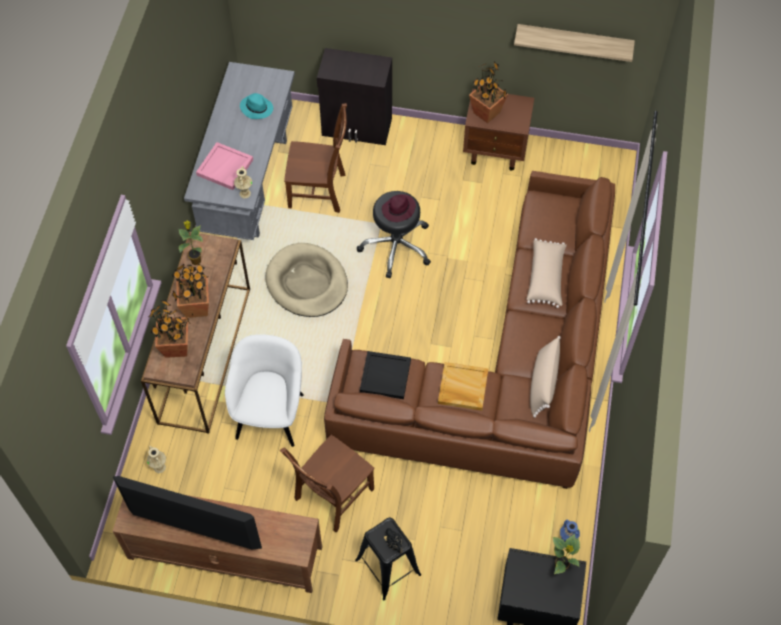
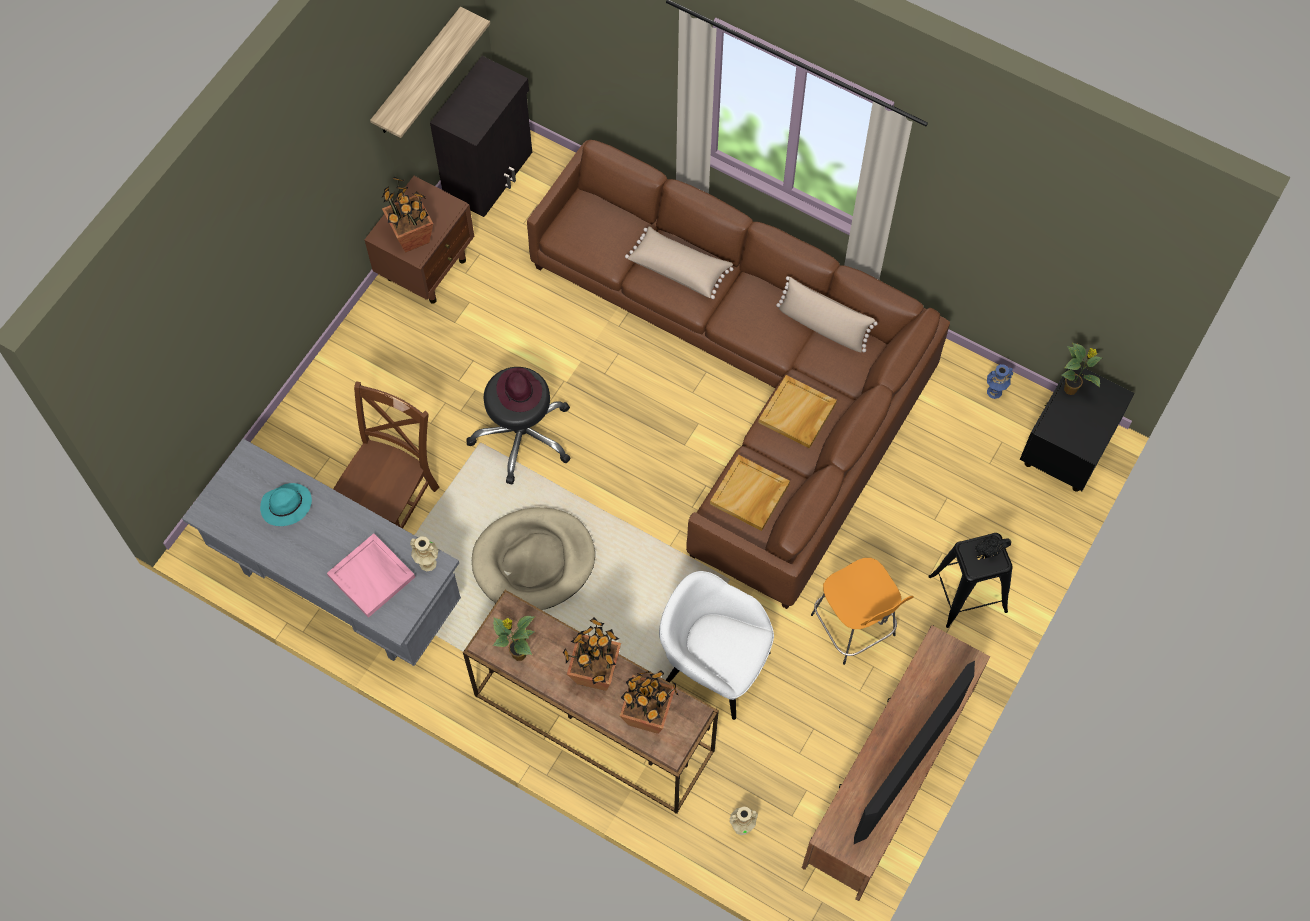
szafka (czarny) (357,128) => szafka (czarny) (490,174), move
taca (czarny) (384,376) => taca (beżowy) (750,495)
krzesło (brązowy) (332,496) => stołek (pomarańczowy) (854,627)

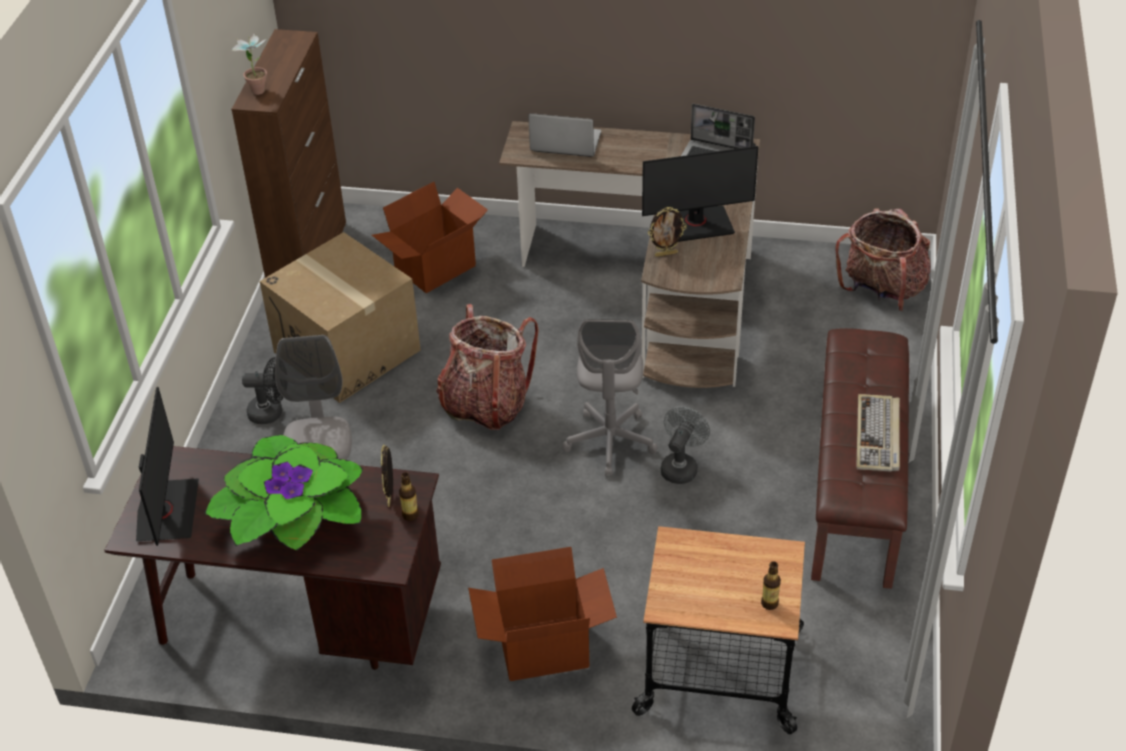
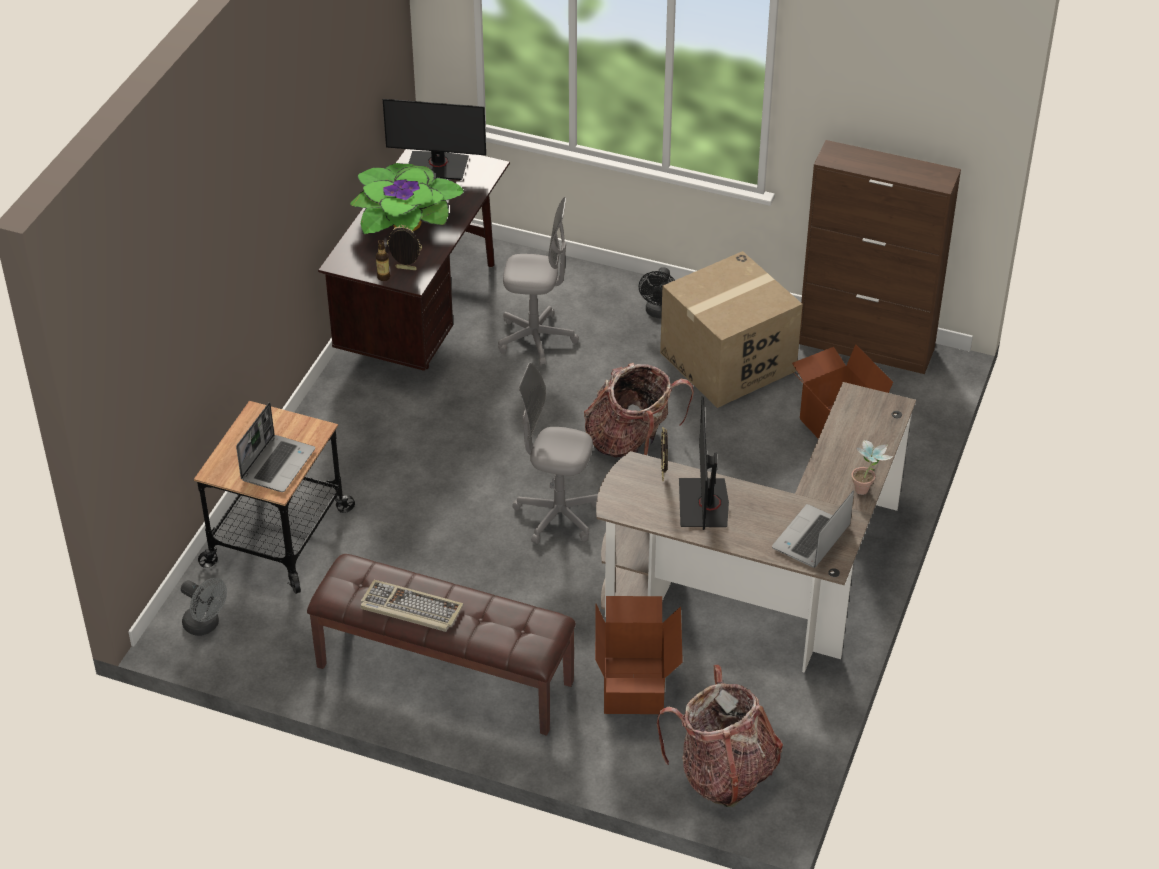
roślina doniczkowa (257,88) => roślina doniczkowa (866,490), move
laptop (564,143) => laptop (278,464), move
wentylator (szary) (681,466) => wentylator (szary) (206,625), move
karton (543,646) => karton (635,686), move
butelka (769,603) => nothing

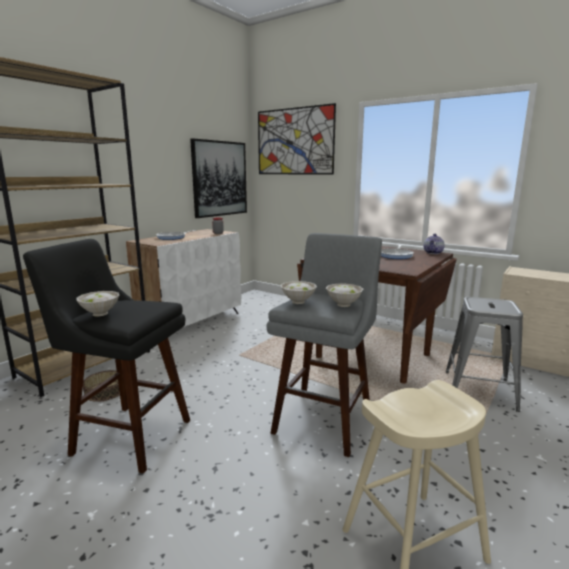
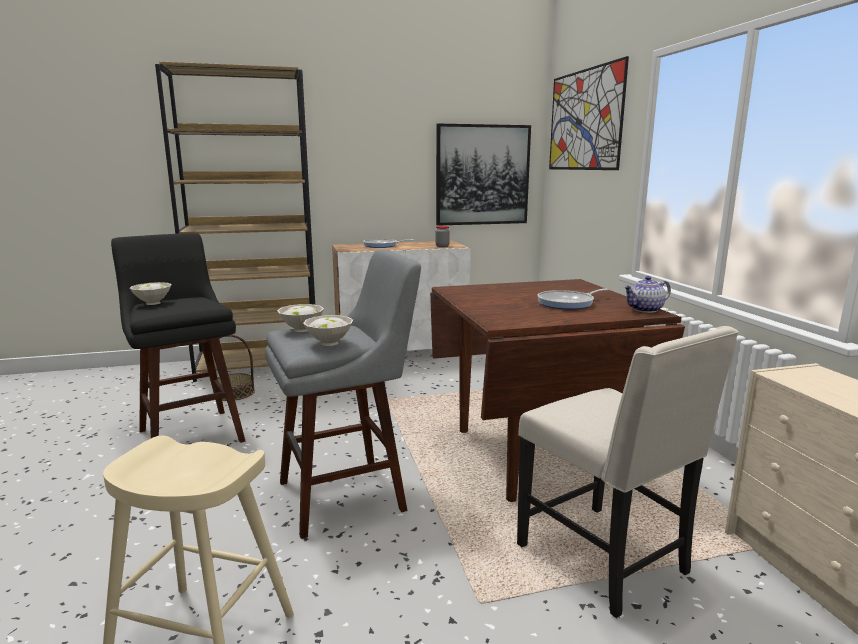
stołek (szary) (479,390) => krzesło (beżowy) (605,560)

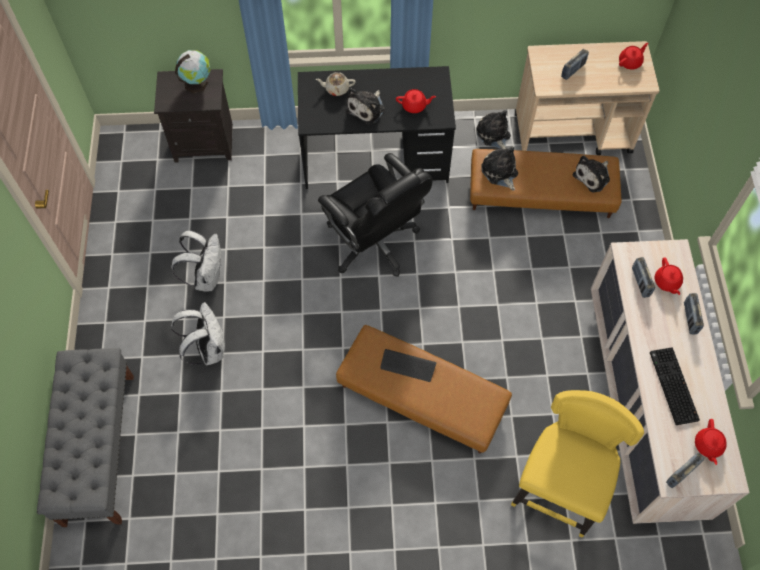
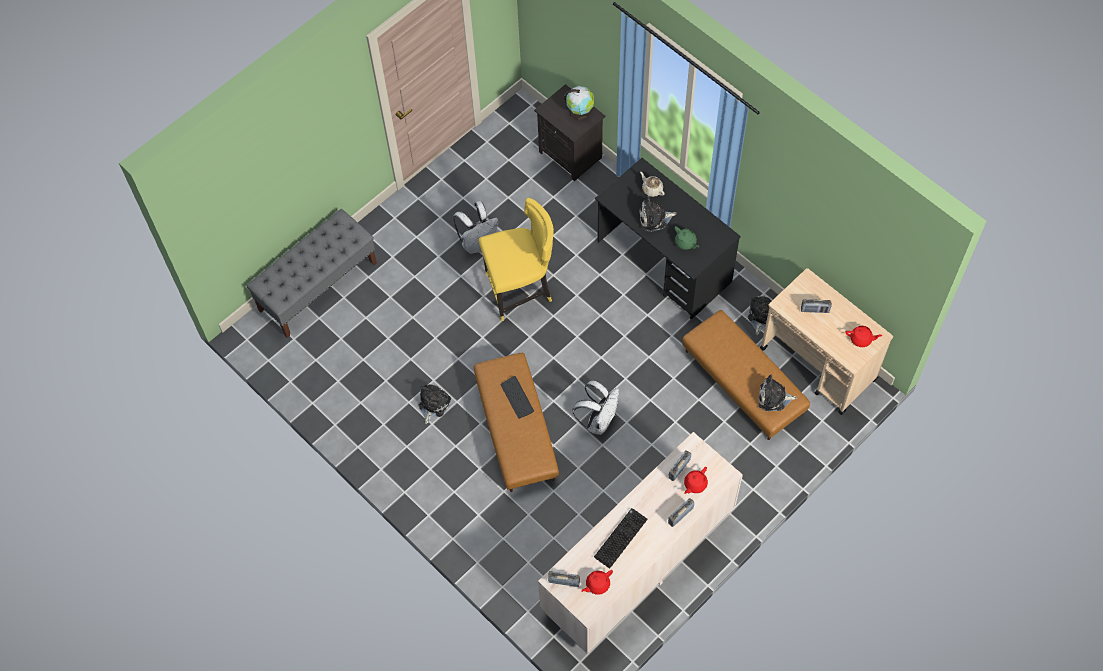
imbryk (czerwony) (414,106) => imbryk (zielony) (685,242)
pluszak (500,172) => pluszak (433,404), move
krzesło biurowe (czarny) (374,242) => nothing
plecak (biały) (208,349) => plecak (biały) (598,420), move
krzesło (żółty) (559,487) => krzesło (żółty) (520,290), move

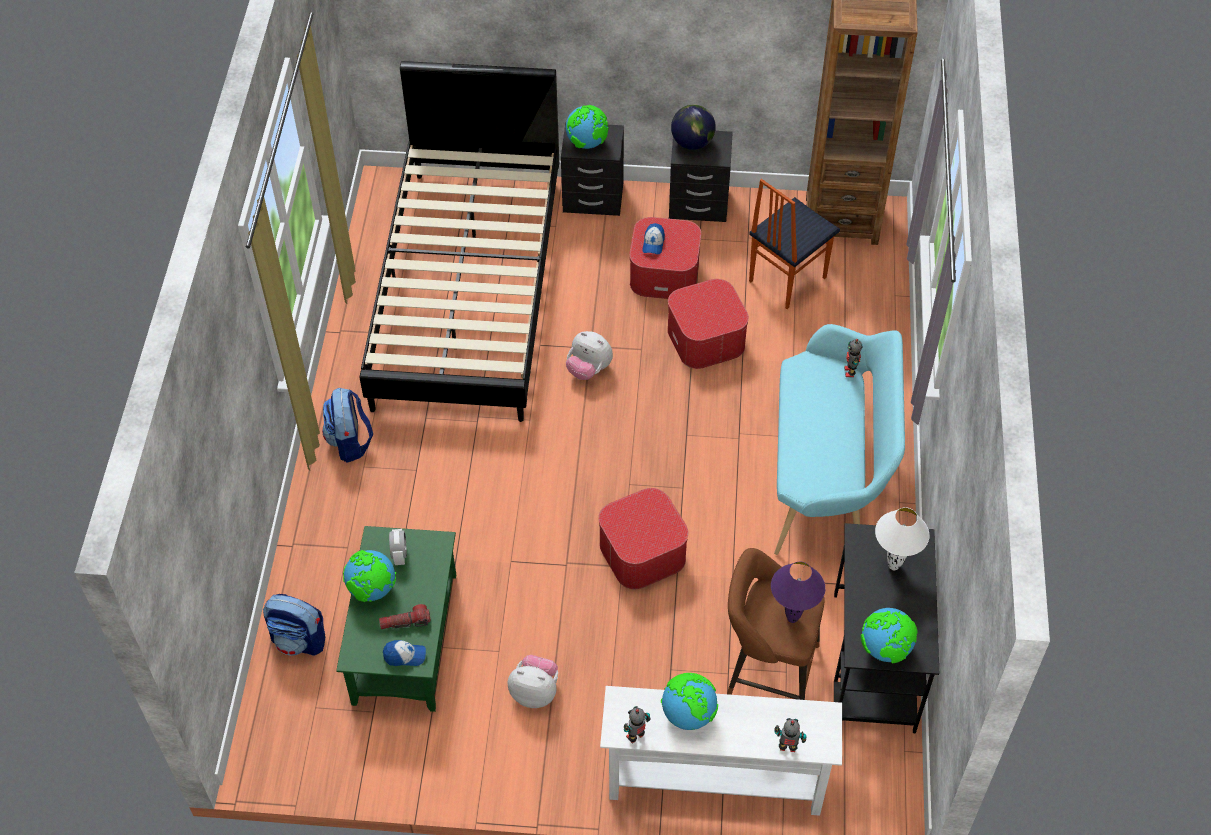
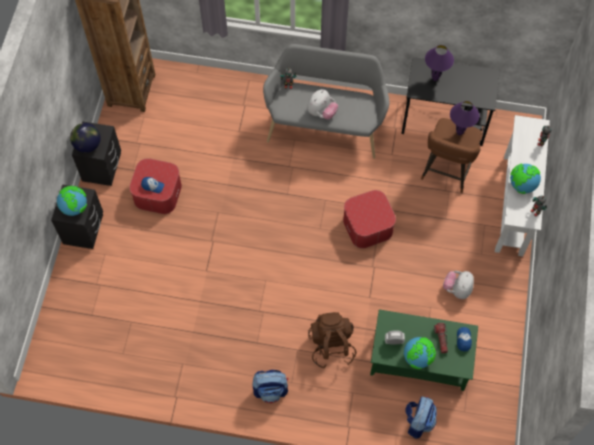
łóżko (czarny) (468,290) => nothing
krzesło (786,279) => nothing
pufa (706,338) => nothing
ławka (turkusowy) (827,478) => ławka (szary) (325,126)
pluszak (589,369) => pluszak (321,112), move
lampa stołowa (biały) (893,565) => lampa stołowa (fioletowy) (434,78)
globus (886,649) => nothing
nothing => plecak (brązowy) (331,345)

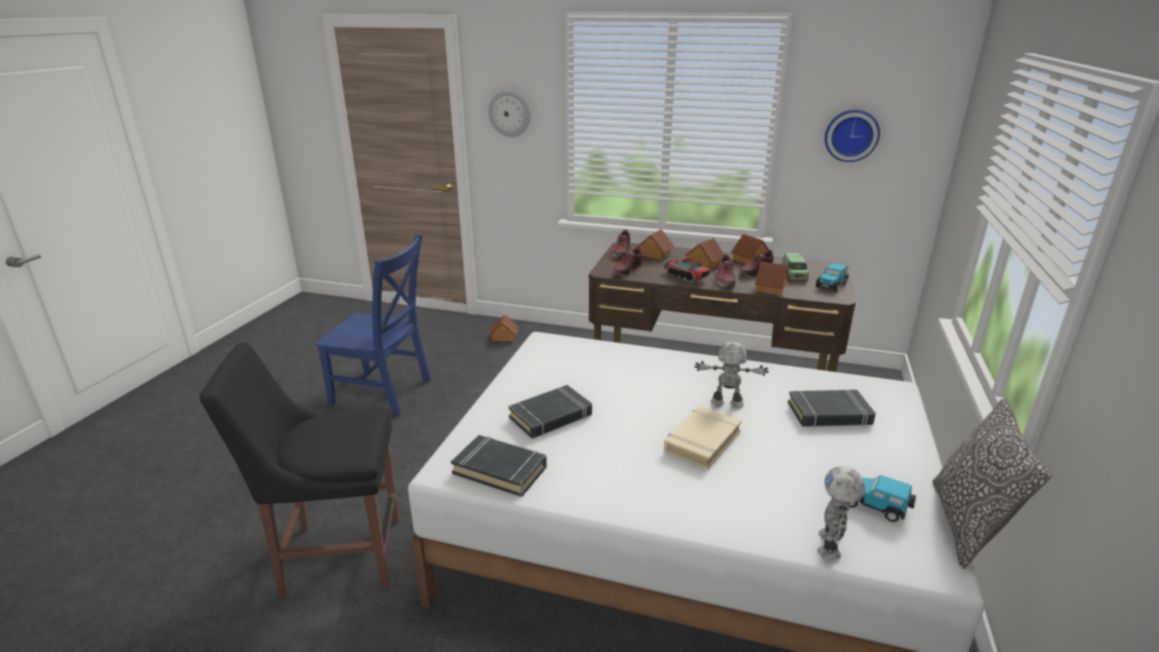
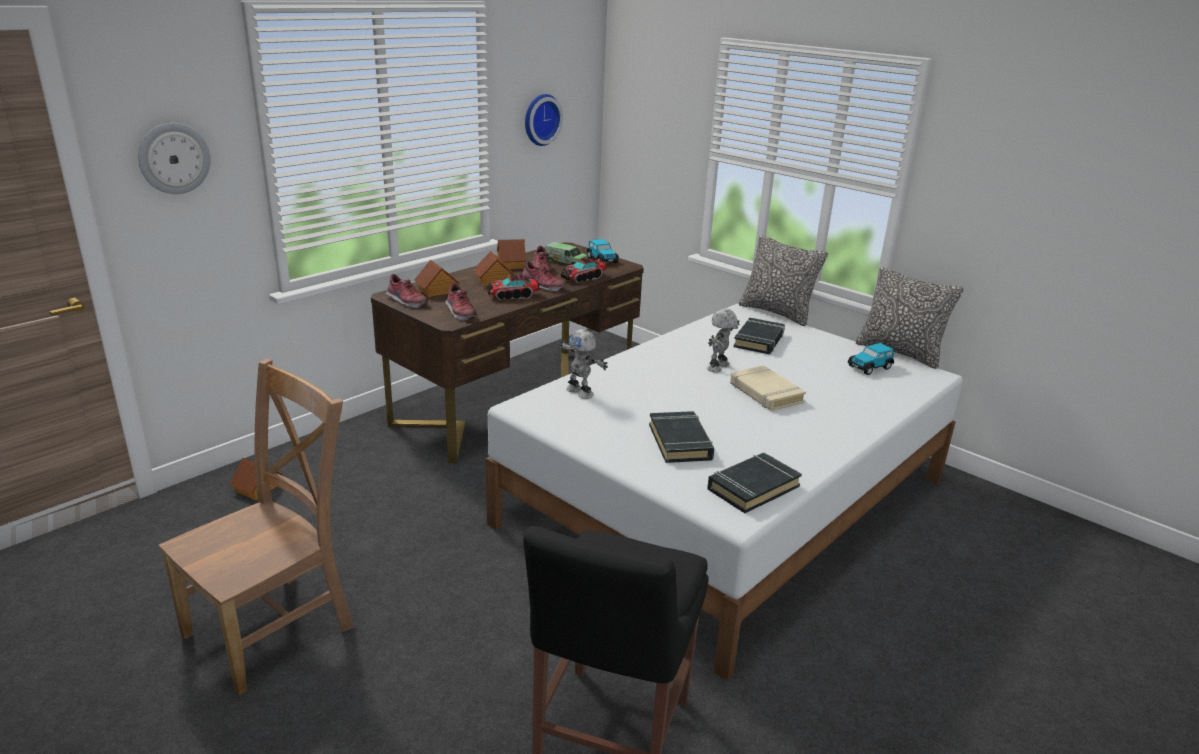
krzesło (niebieski) (385,393) => krzesło (brązowy) (275,627)
domek (771,288) => ciężarówka zabawkowa (583,278)
robot zabawkowy (831,545) => robot zabawkowy (580,392), move
nothing => poduszka (777,313)

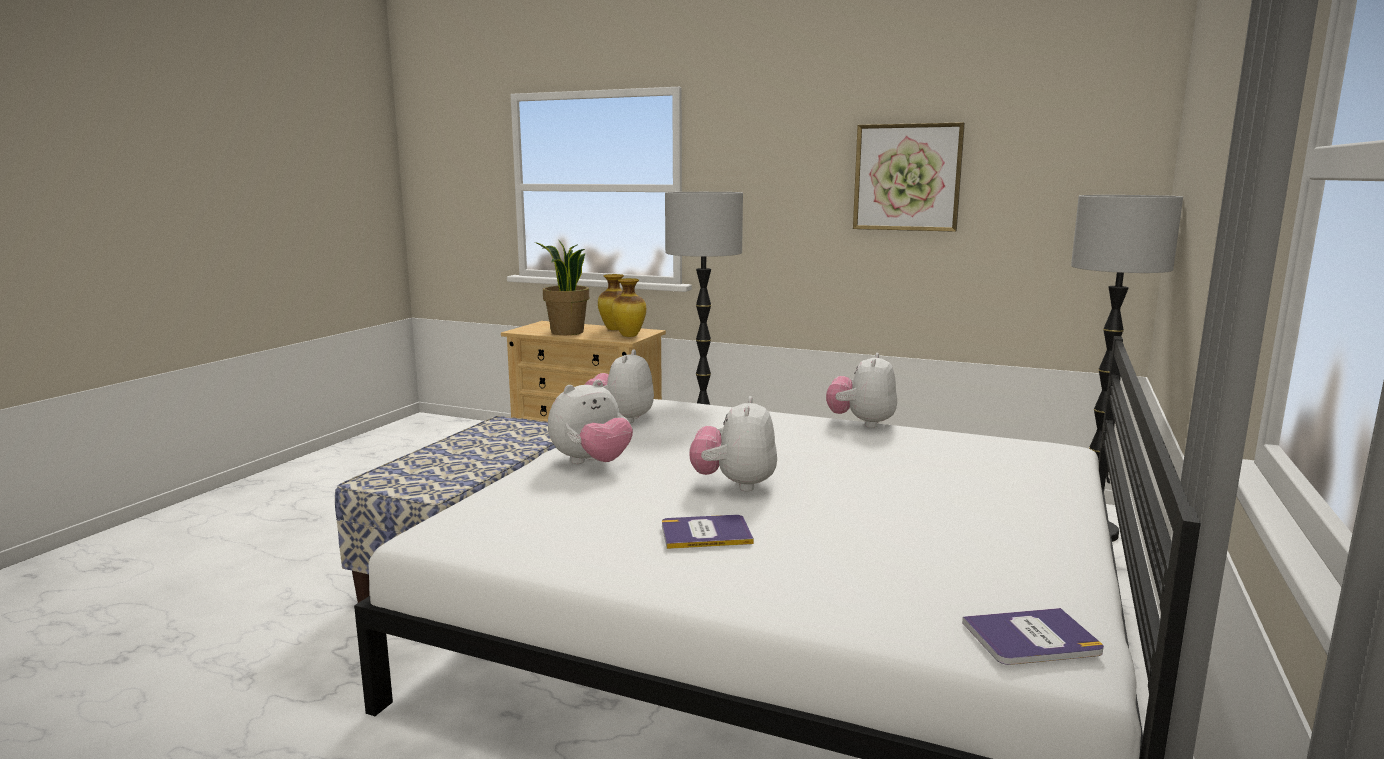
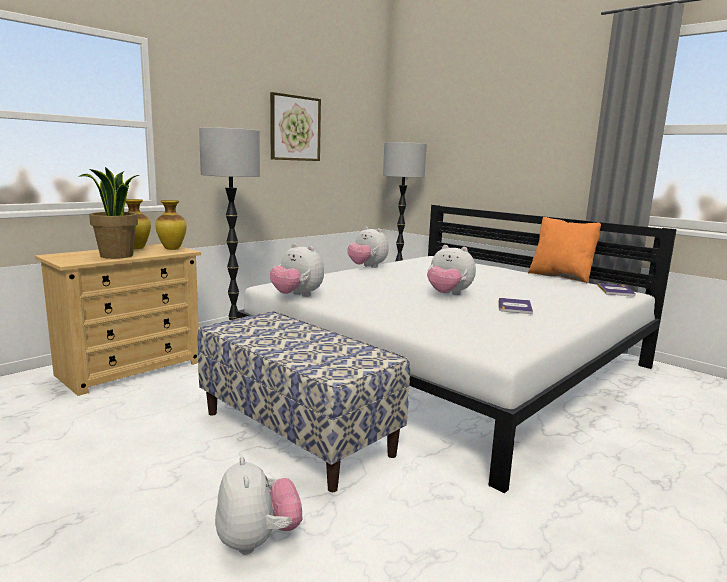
pluszak (591,463) => pluszak (257,540), move
nothing => poduszka (pomarańczowy) (561,277)

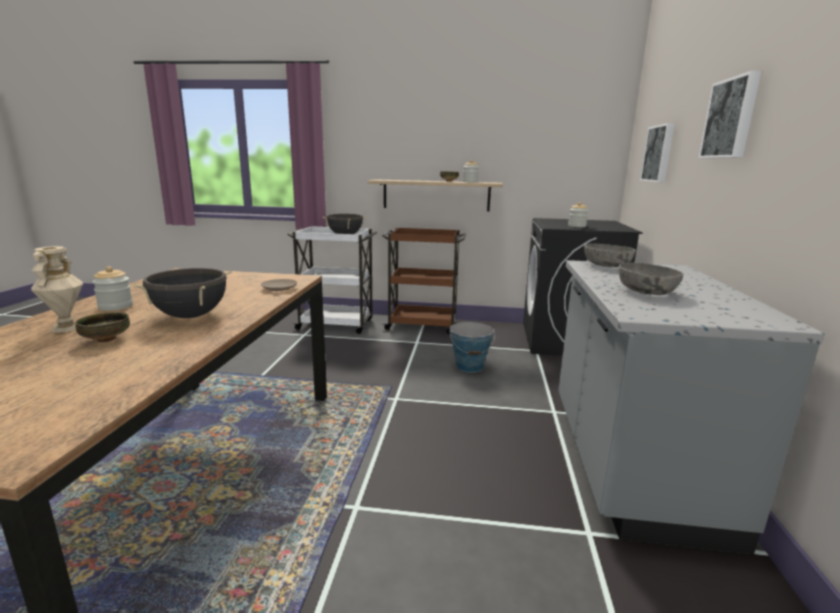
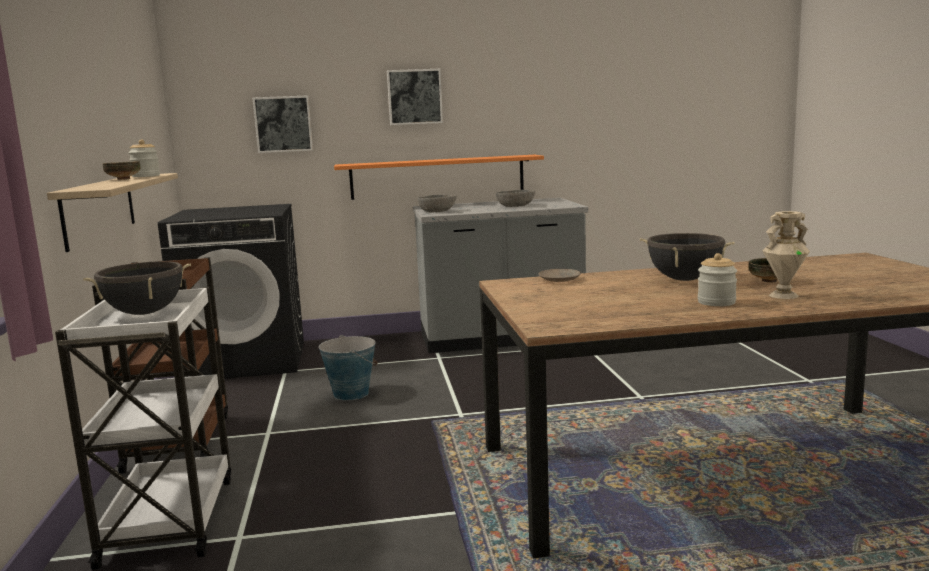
słoik (577,226) => nothing
nothing => półka (pomarańczowy) (437,177)

